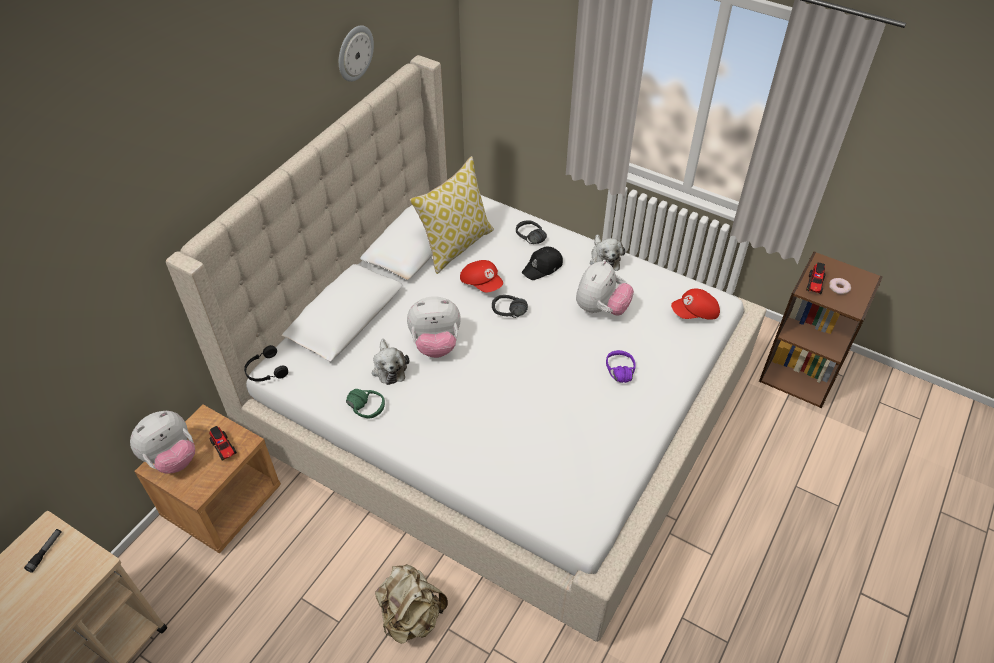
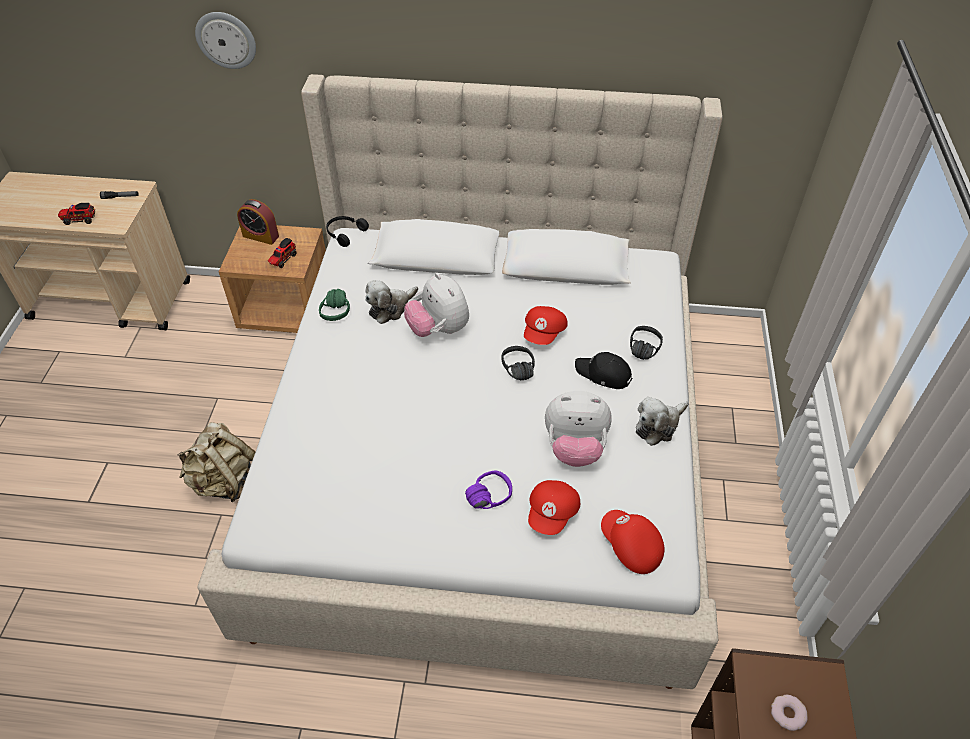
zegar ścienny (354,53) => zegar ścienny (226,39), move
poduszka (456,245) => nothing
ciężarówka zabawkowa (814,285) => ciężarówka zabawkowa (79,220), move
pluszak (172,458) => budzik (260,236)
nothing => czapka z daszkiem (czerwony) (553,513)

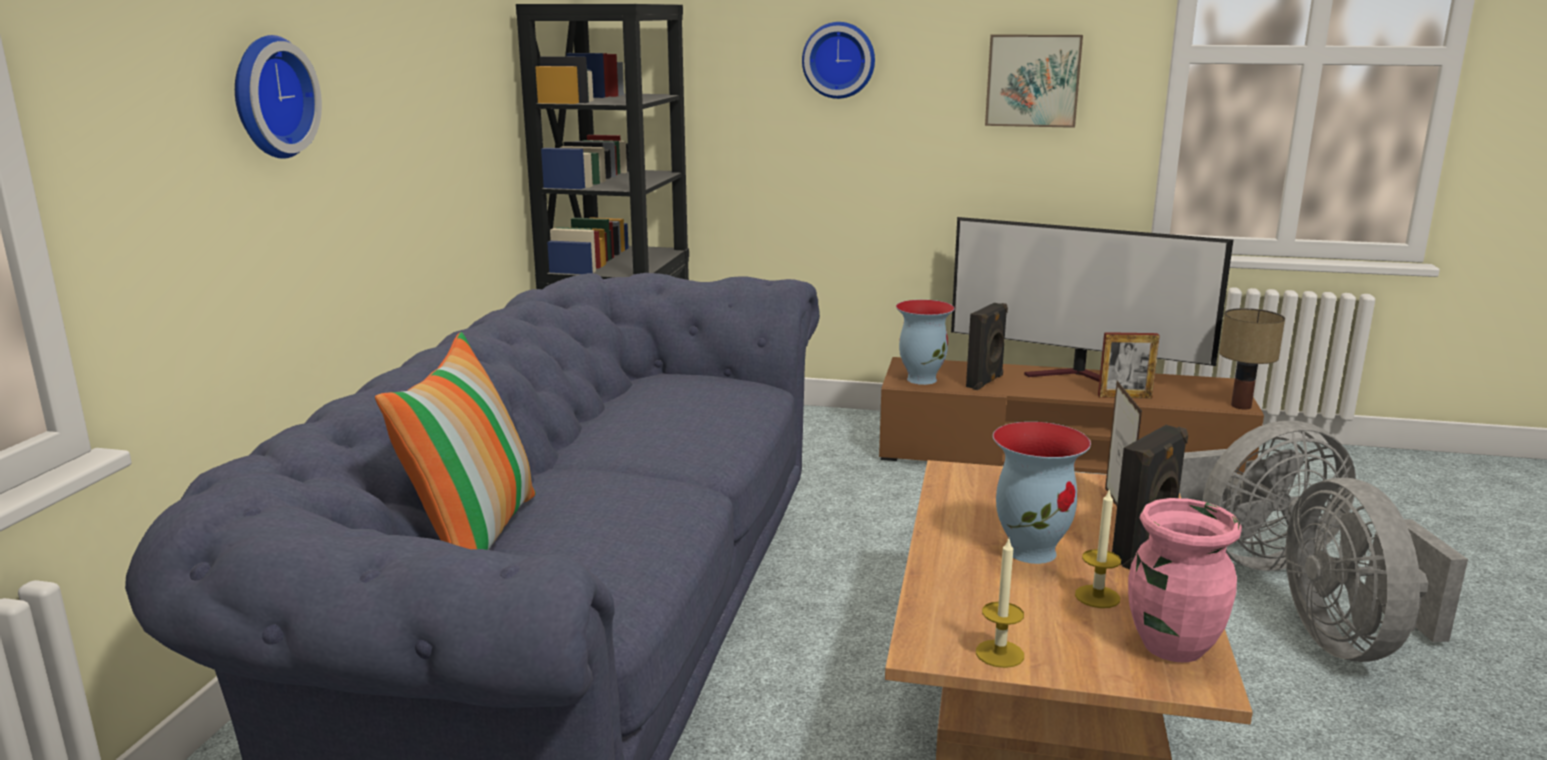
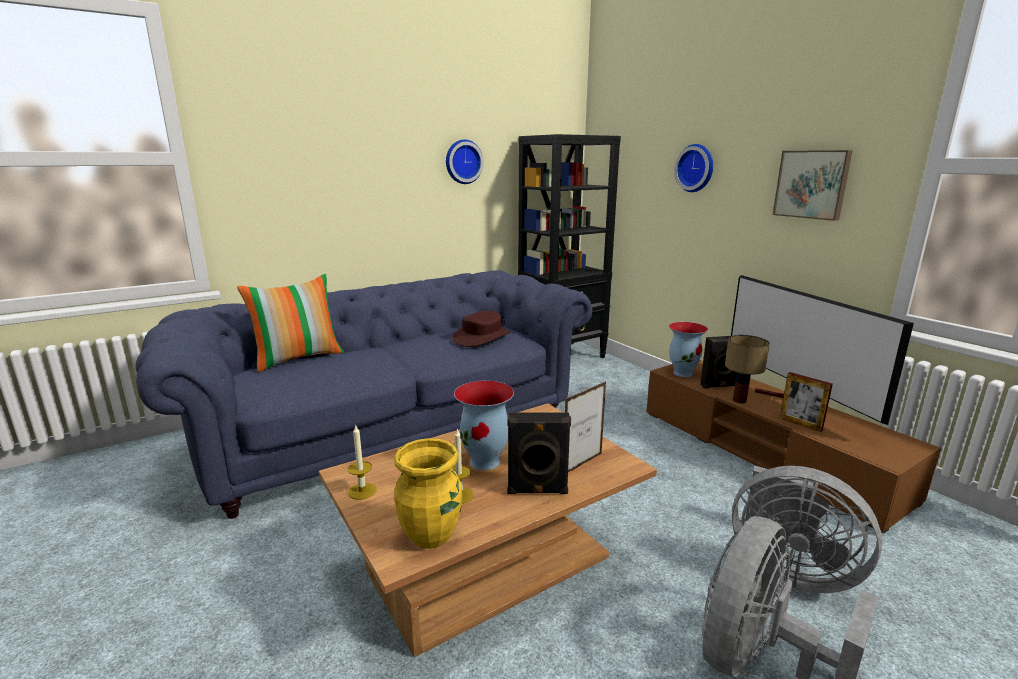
zegar ścienny (268,97) => zegar ścienny (463,162), move
lampa stołowa (1240,406) => lampa stołowa (738,400), move
wazon (różowy) (1172,645) => wazon (żółty) (431,535)
nothing => kapelusz (brązowy) (482,337)

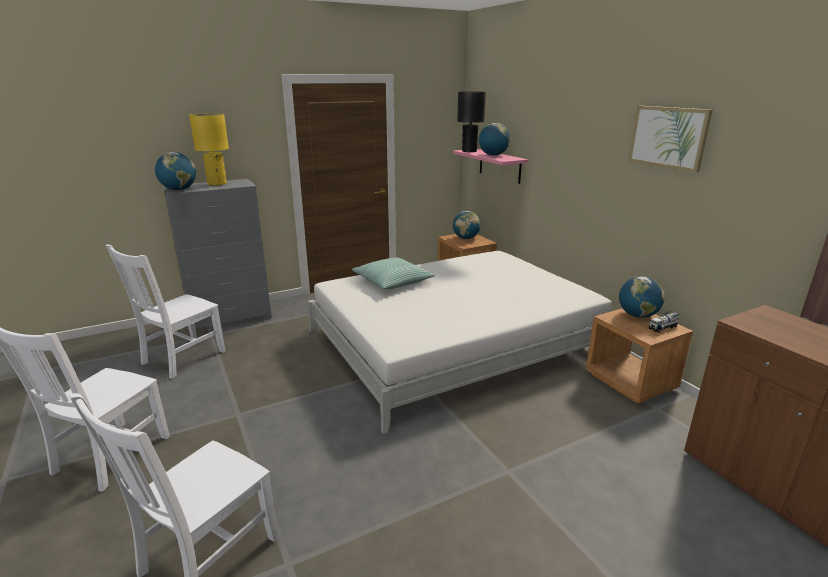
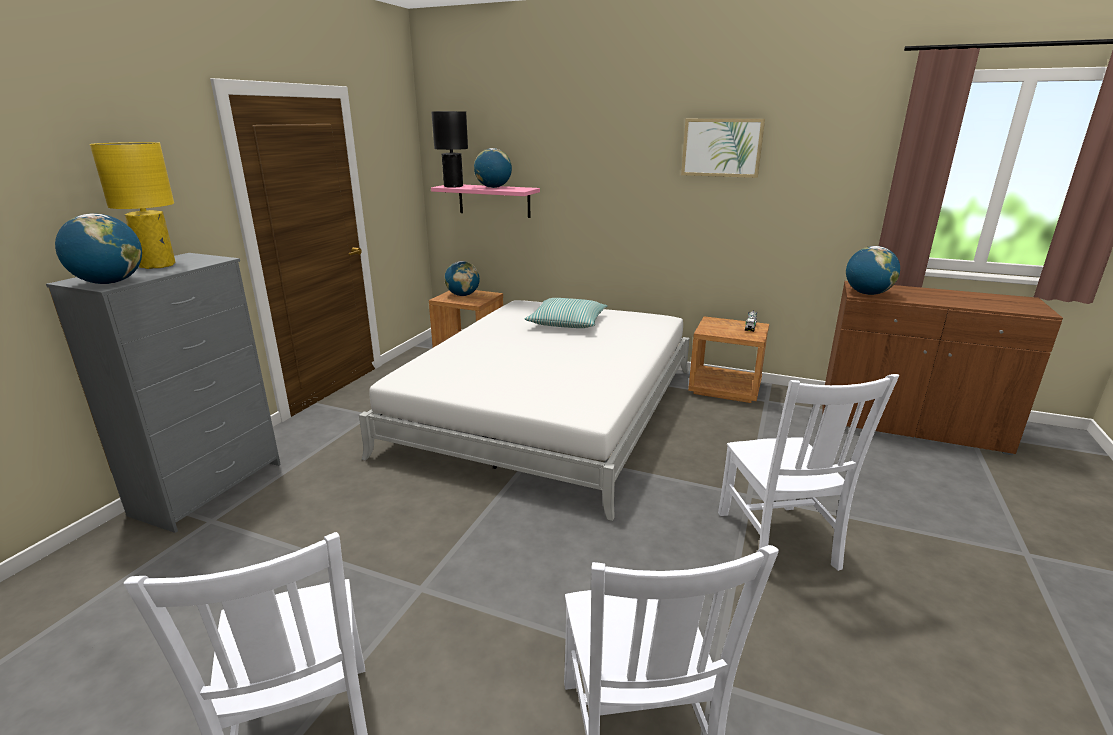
krzesło (biały) (181,358) => krzesło (biały) (778,542), move
poduszka (392,281) => poduszka (567,322), move
globus (637,315) => globus (867,293), move

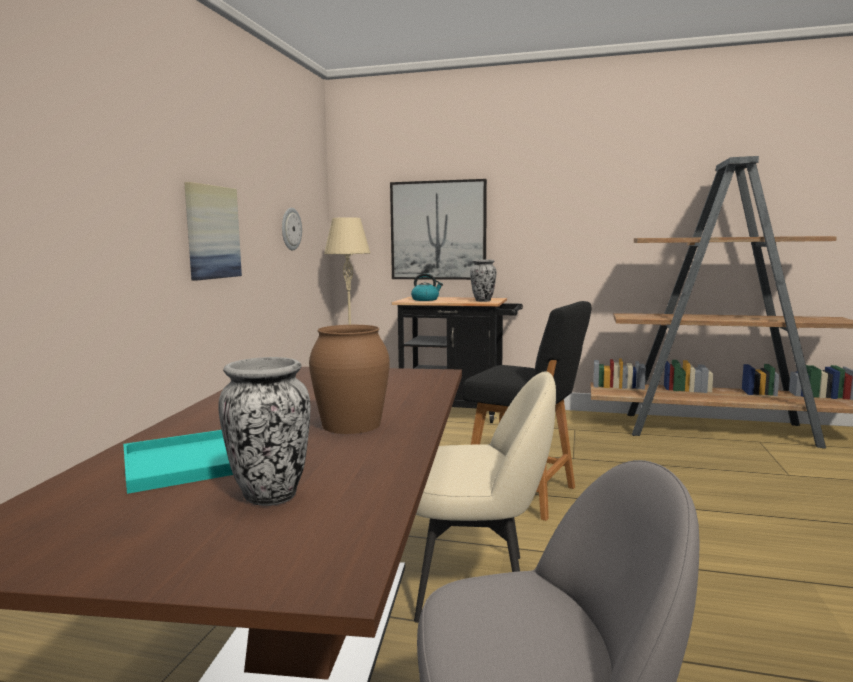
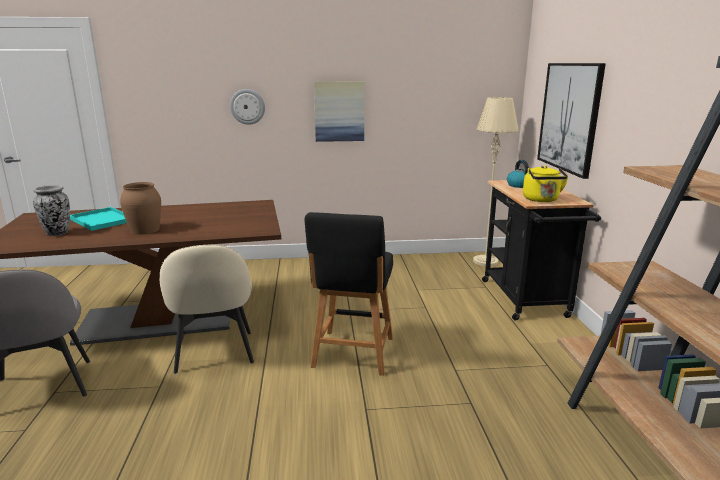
zegar ścienny (290,229) => zegar ścienny (247,106), move
wazon (483,301) => czajnik (żółty) (541,200)

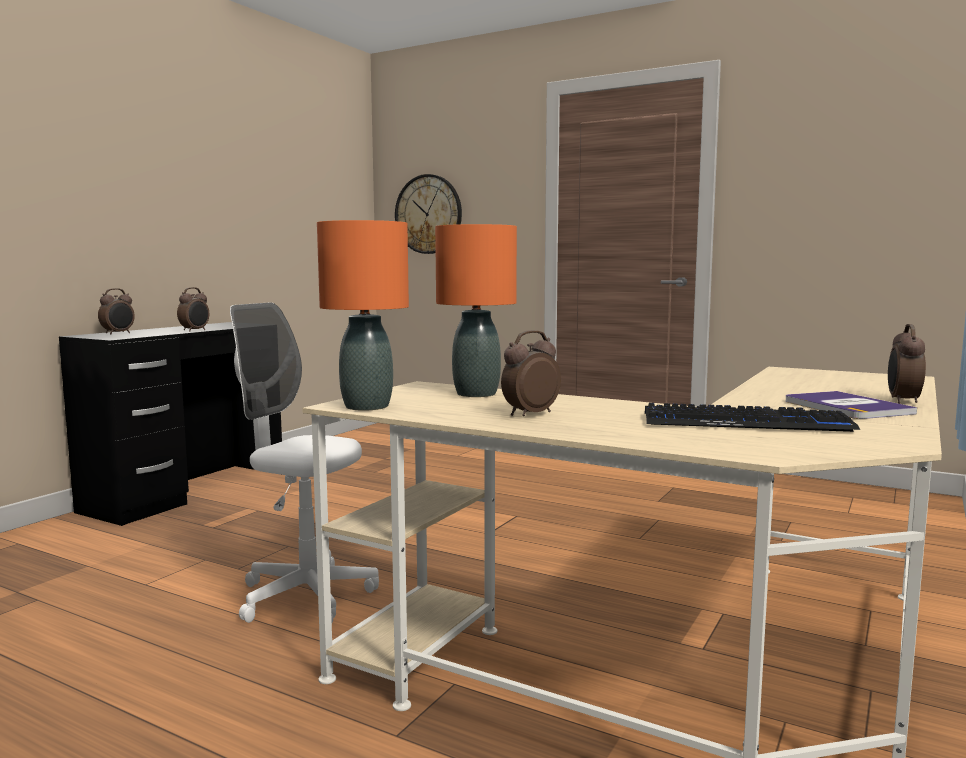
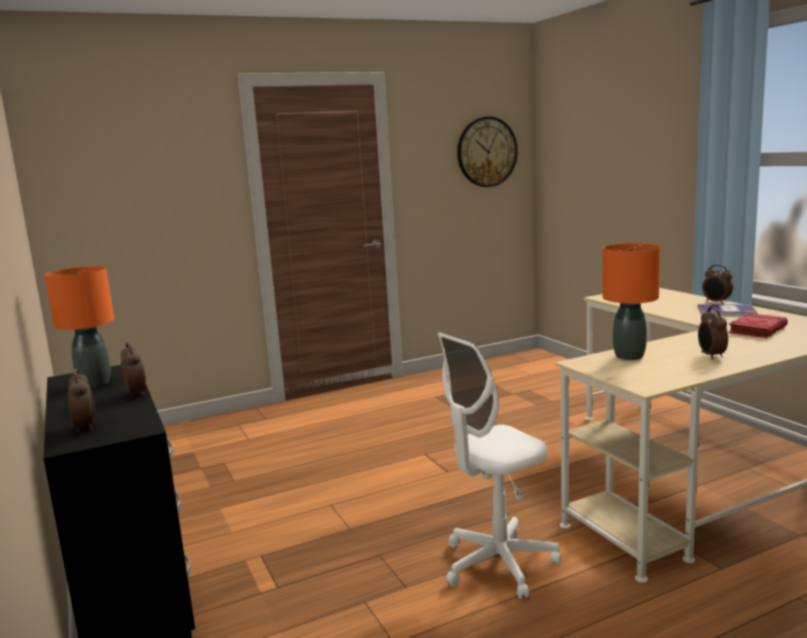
zegar ścienny (428,214) => zegar ścienny (486,152), move
lampa stołowa (pomarańczowy) (367,406) => lampa stołowa (pomarańczowy) (94,383), move
klawiatura (745,423) => książka (czerwony) (757,330)

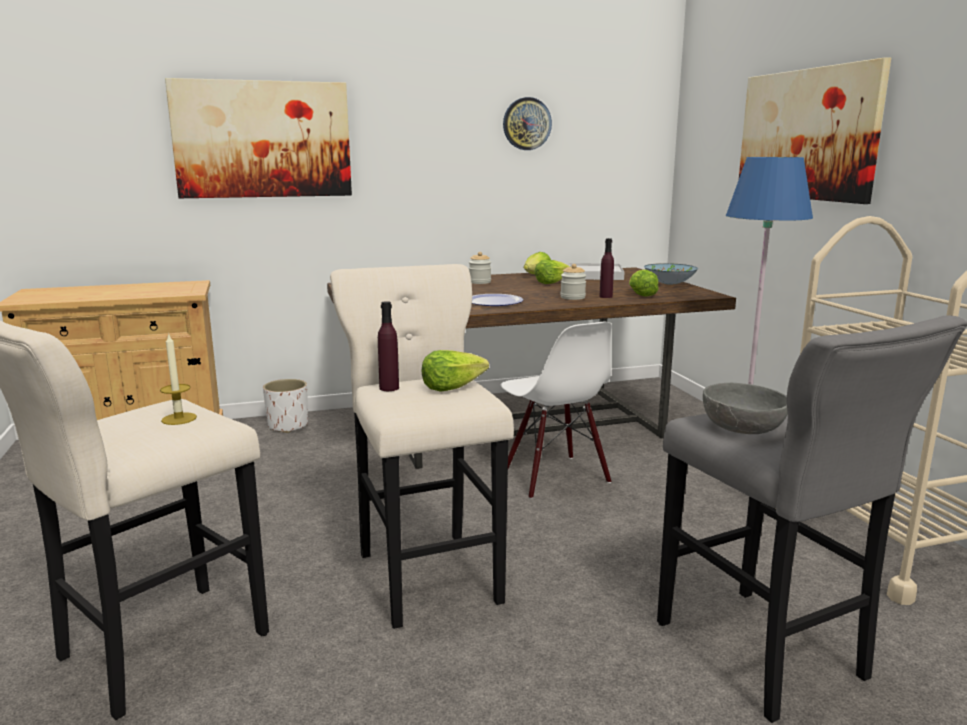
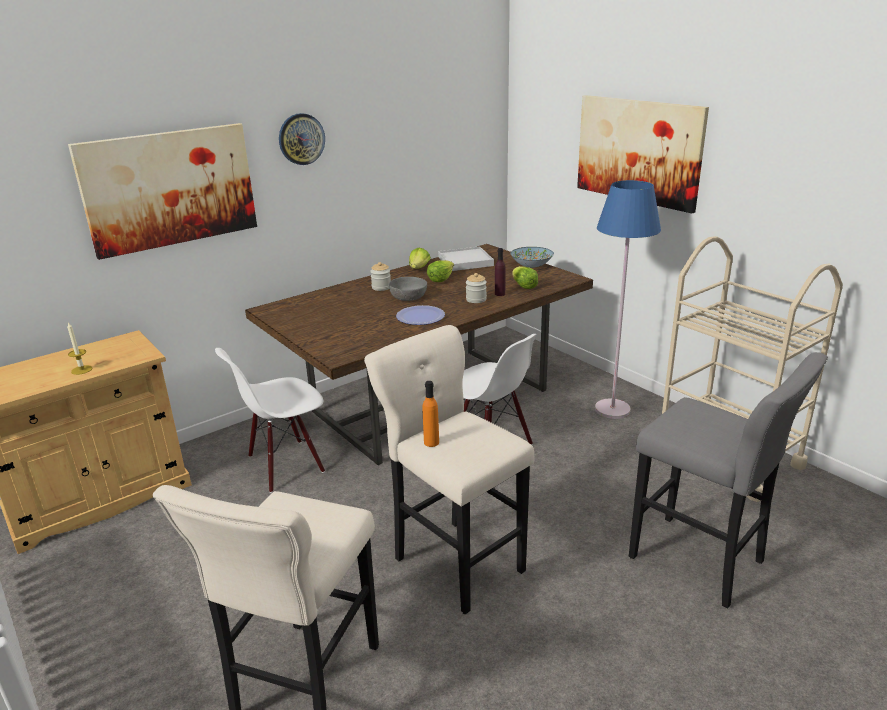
zegar ścienny (526,124) => zegar ścienny (301,139), move
butelka (fioletowy) (389,388) => butelka (pomarańczowy) (431,442)
świeca (179,419) => świeca (81,370), move
sałata (452,387) => nothing
donica (biały) (288,426) => nothing
miska (szary) (743,426) => miska (szary) (408,297), move
nothing => krzesło (biały) (285,465)

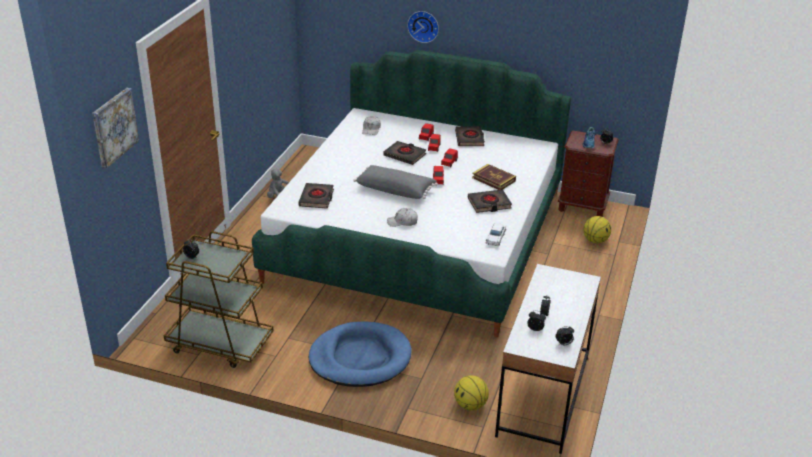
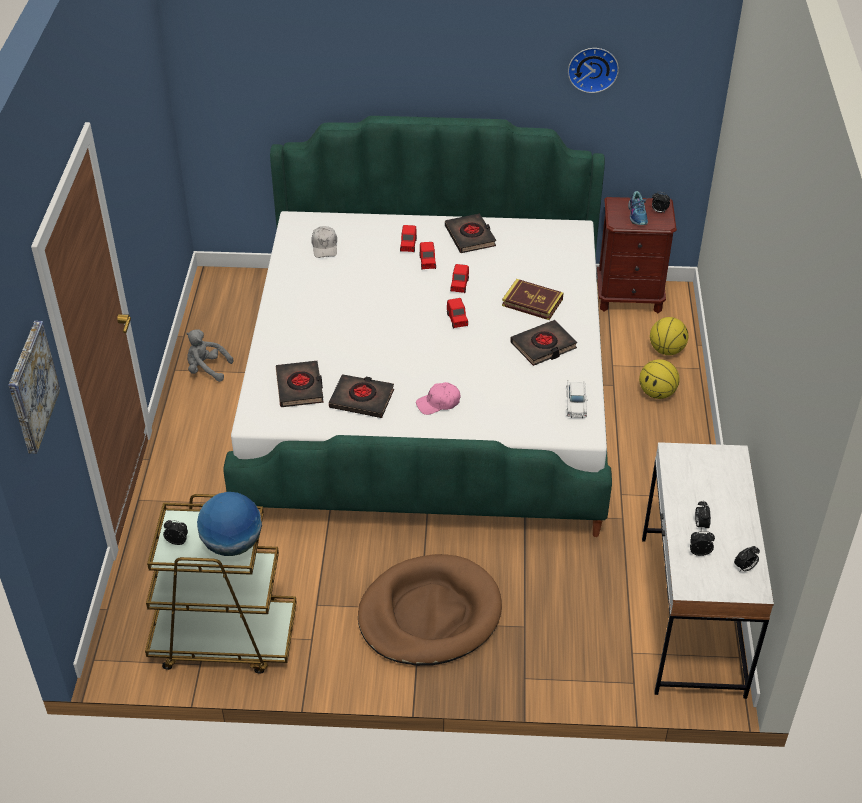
zegar ścienny (423,26) => zegar ścienny (593,68), move
książka (czarny) (405,155) => książka (czarny) (362,399), move
poduszka (szary) (395,190) => nothing
czapka z daszkiem (biały) (402,222) => czapka z daszkiem (różowy) (438,403)
legowisko (niebieski) (360,358) => legowisko (brązowy) (429,614)
piłka do koszykówki (470,405) => piłka do koszykówki (657,393), move
nothing => globus (232,544)

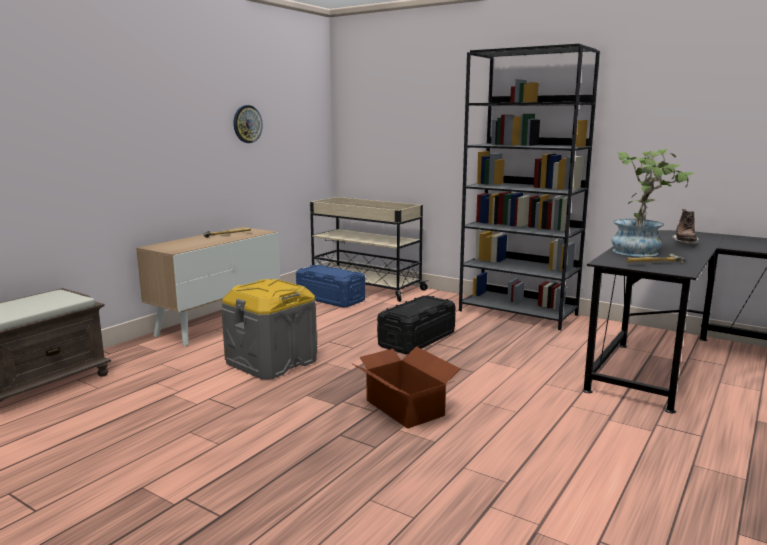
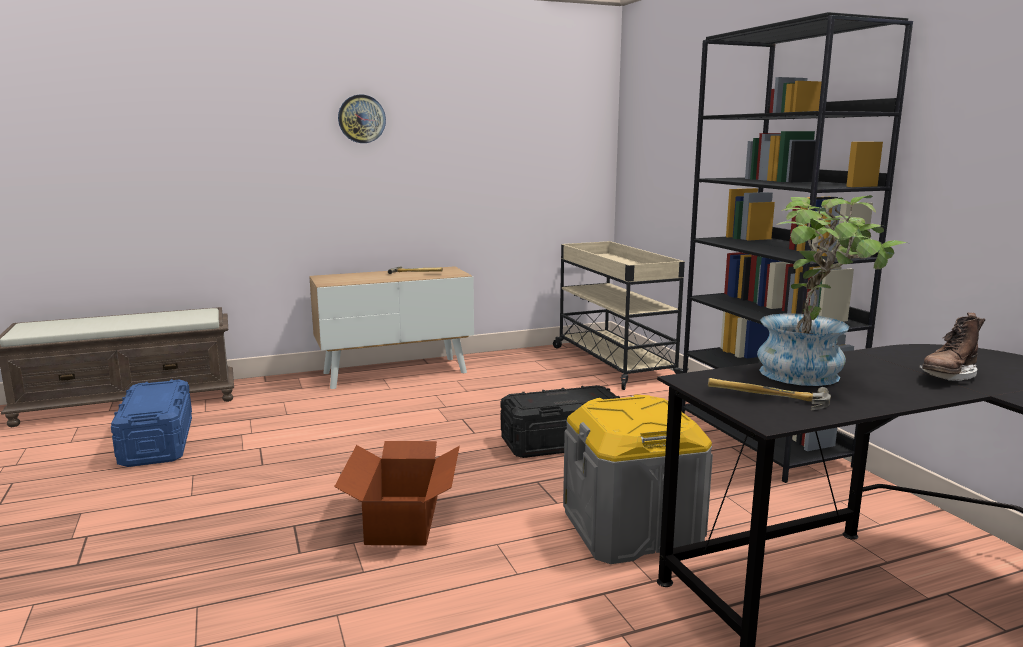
zegar ścienny (247,124) => zegar ścienny (361,119), move
pojemnik do przechowywania (niebieski) (330,298) => pojemnik do przechowywania (niebieski) (158,442), move
pojemnik do przechowywania (szary) (272,362) => pojemnik do przechowywania (szary) (632,529), move

